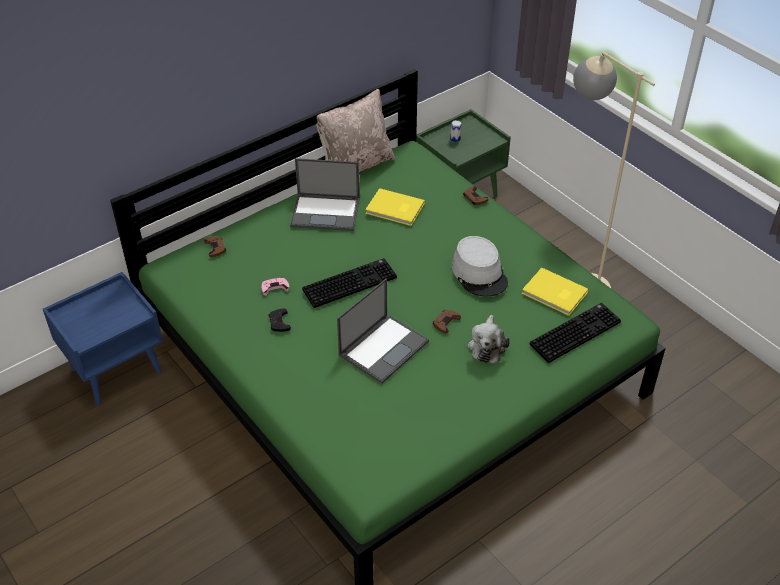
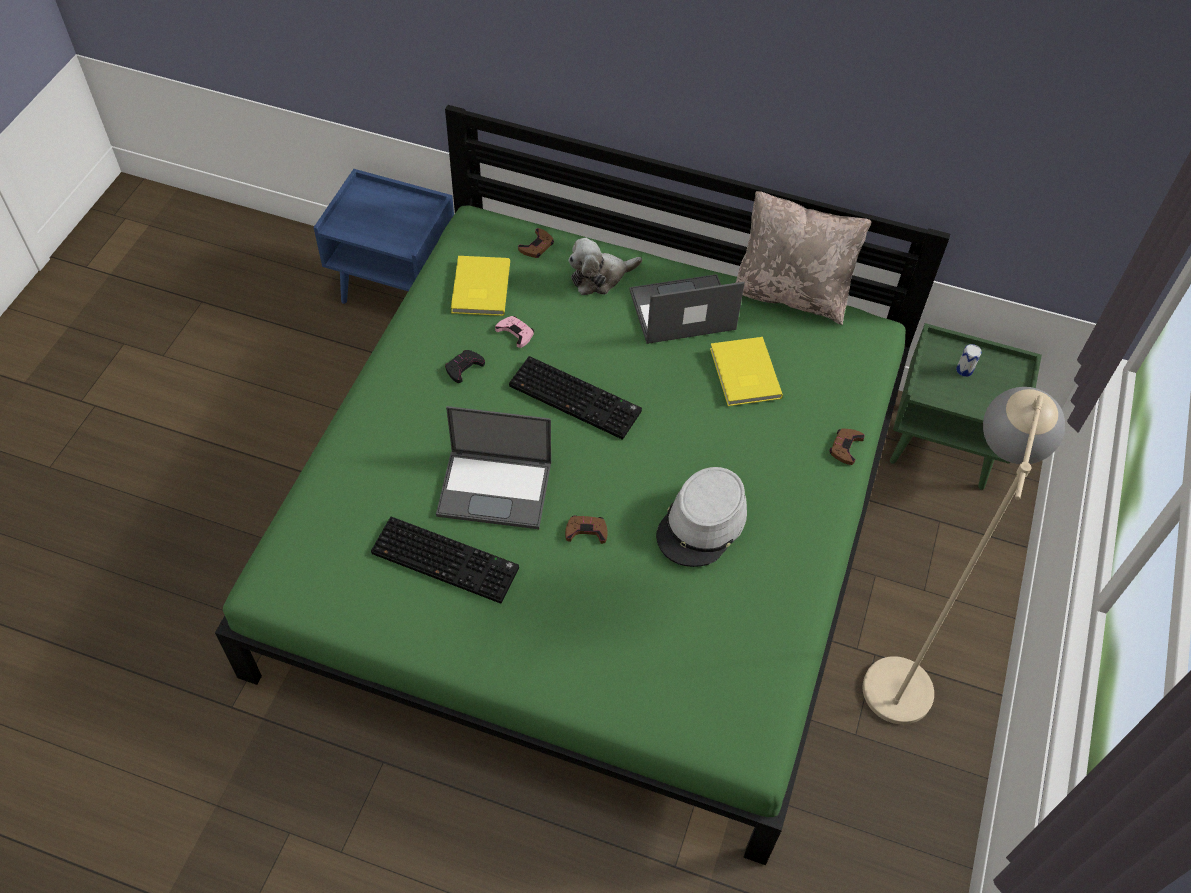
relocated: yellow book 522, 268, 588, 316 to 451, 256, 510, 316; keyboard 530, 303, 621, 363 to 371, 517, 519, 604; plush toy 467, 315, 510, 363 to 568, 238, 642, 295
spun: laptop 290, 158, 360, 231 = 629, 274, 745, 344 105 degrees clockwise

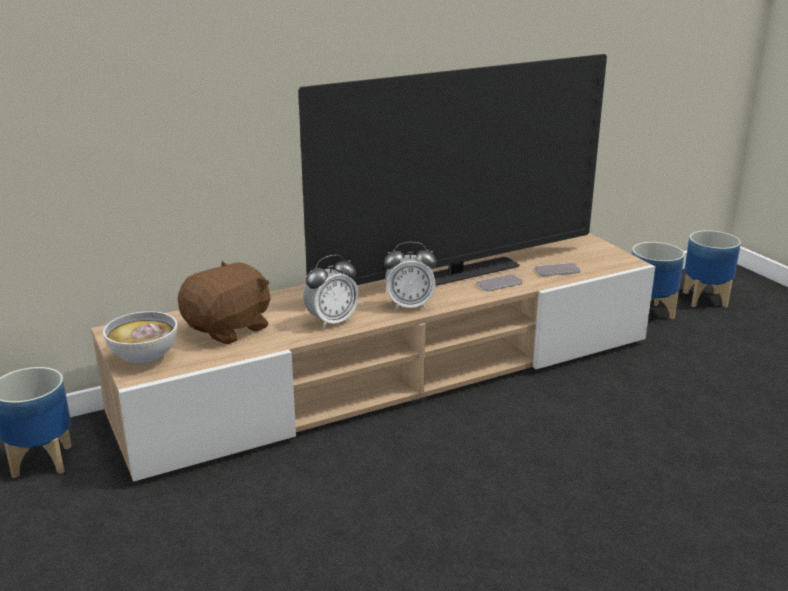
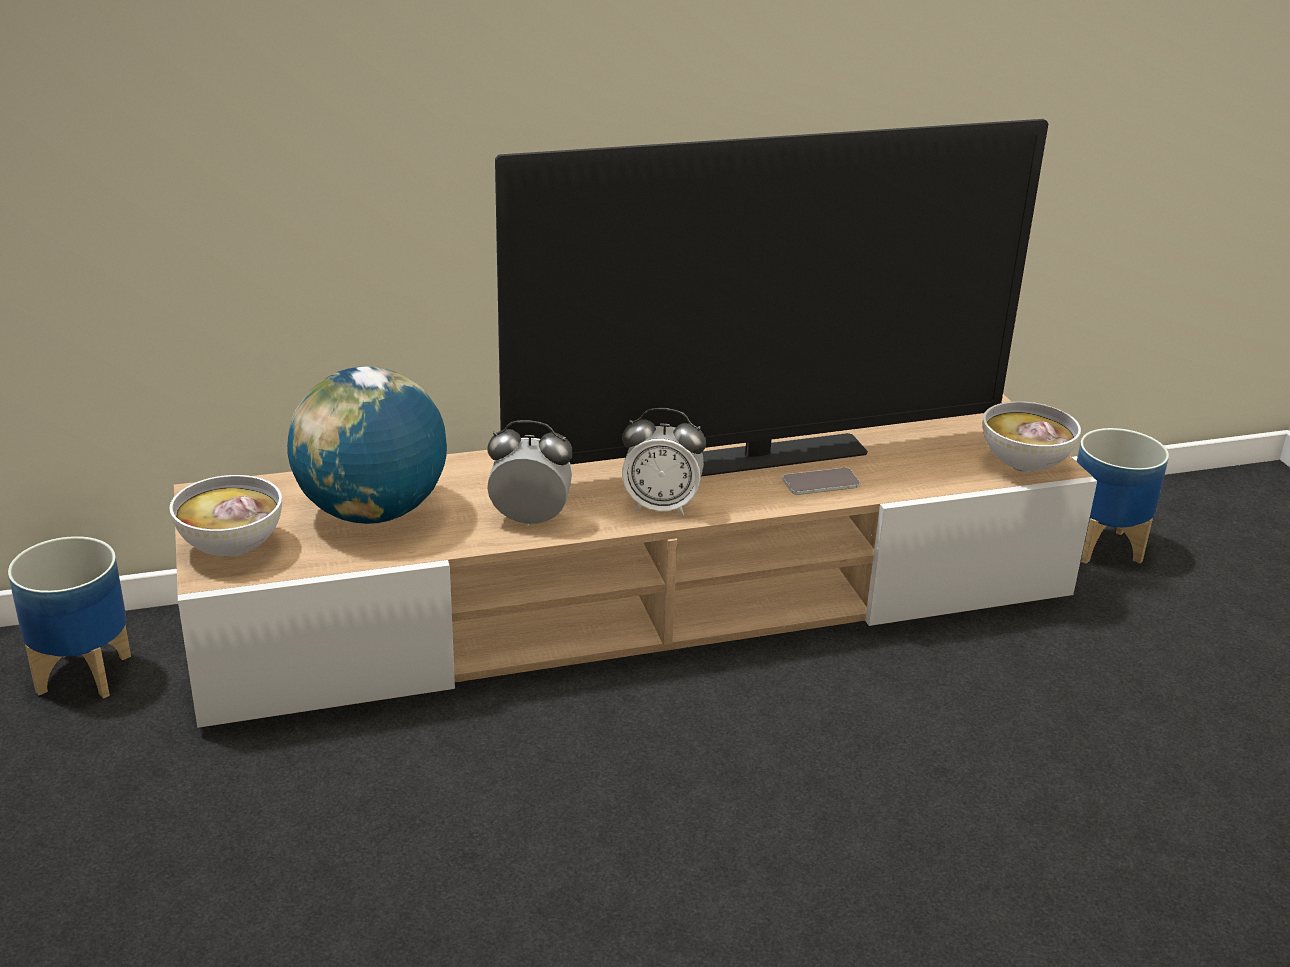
missing: planter 683, 230, 741, 308; phone 534, 263, 581, 276
appeared: bowl 983, 401, 1081, 472
exchanged: brown plush toy 178, 261, 271, 344 to globe 287, 366, 447, 524
spun: alarm clock 303, 255, 359, 329 = 487, 420, 573, 526 150 degrees counterclockwise

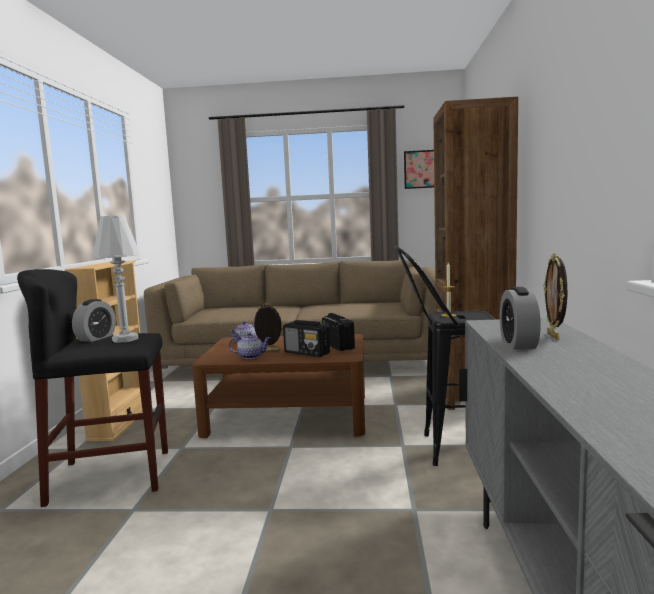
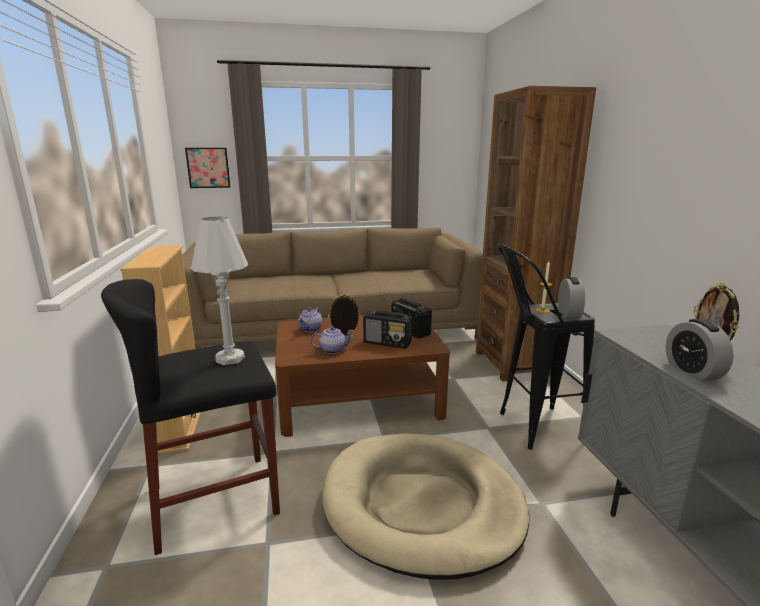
appeared: beige dog bed 322, 433, 529, 580
relocated: picture 404, 150, 434, 189 to 185, 148, 230, 188; alarm clock 72, 299, 116, 342 to 558, 277, 585, 318

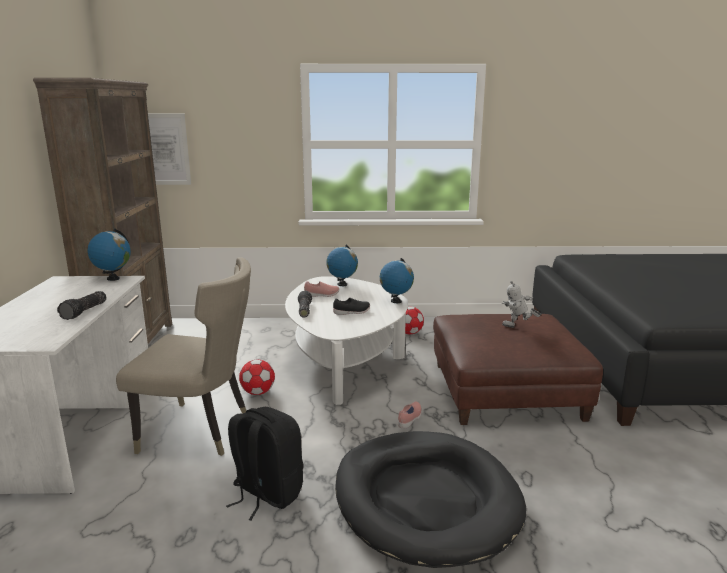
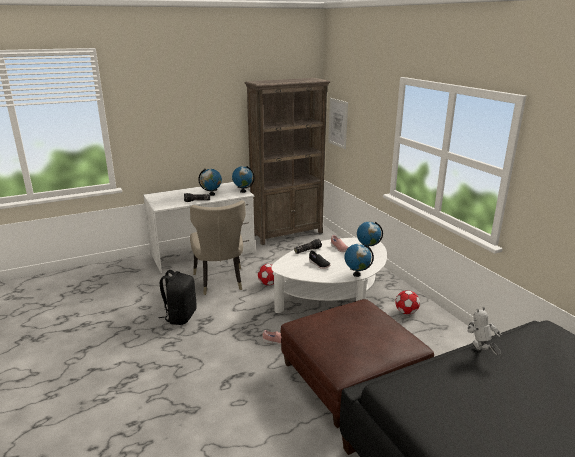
missing: black dog bed 335, 431, 526, 568
appeared: globe 198, 169, 222, 196
relocated: toy robot 502, 281, 542, 328 to 468, 307, 502, 355

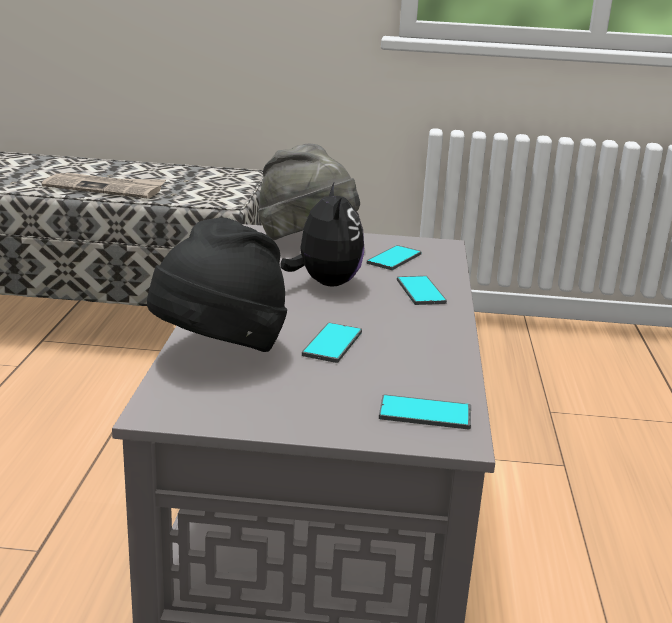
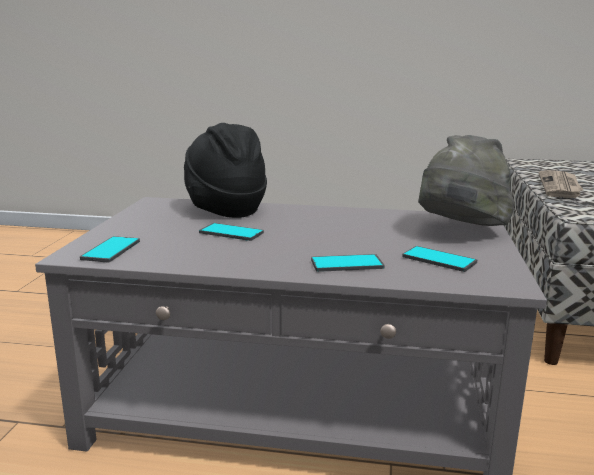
missing: plush toy 280, 181, 364, 287

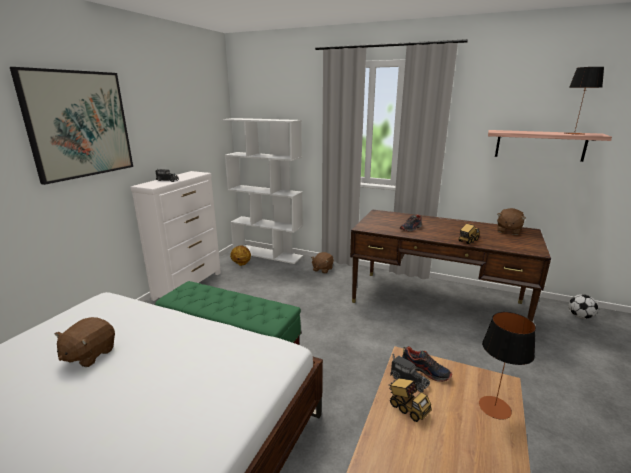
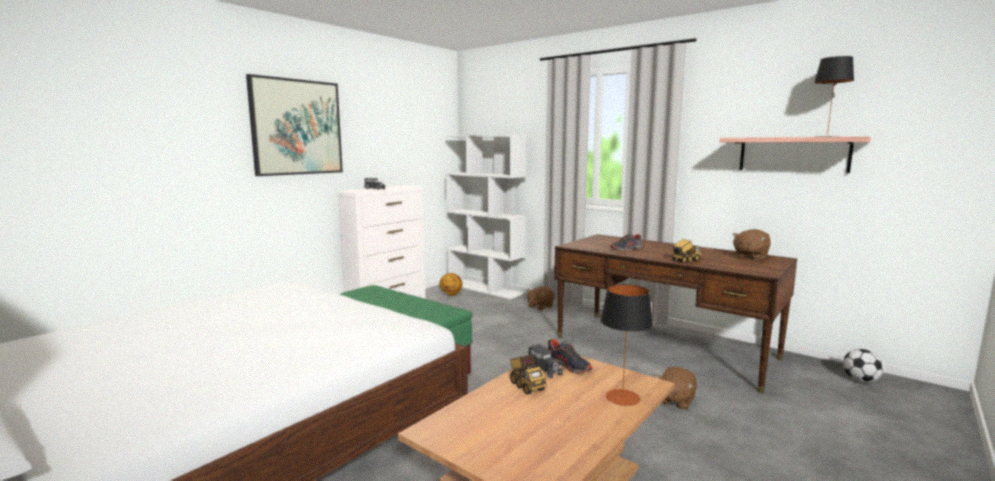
relocated: brown plush toy 54, 317, 115, 367 to 655, 367, 697, 410

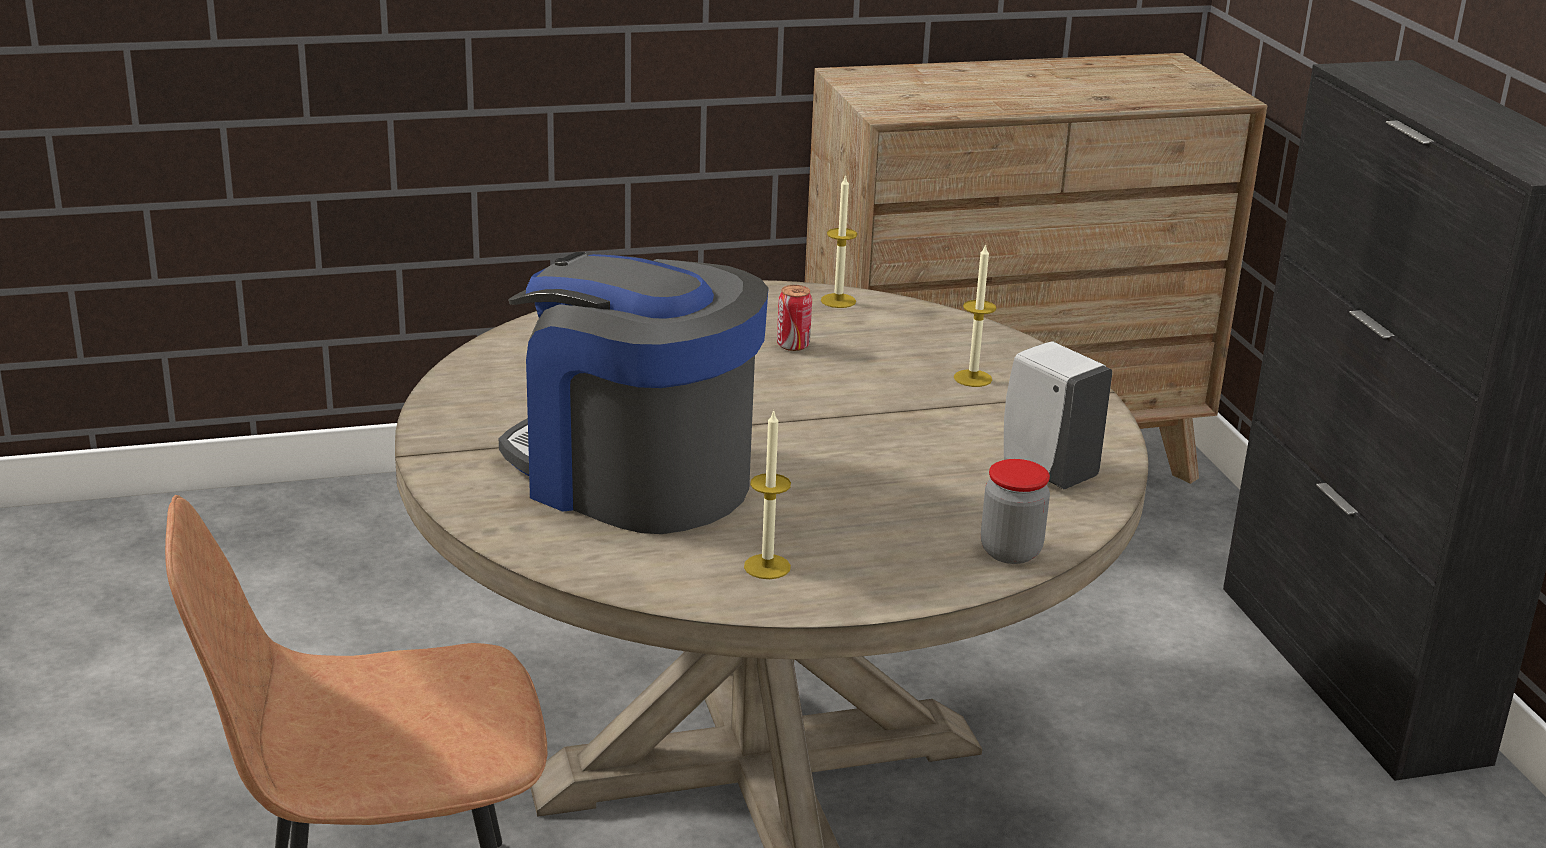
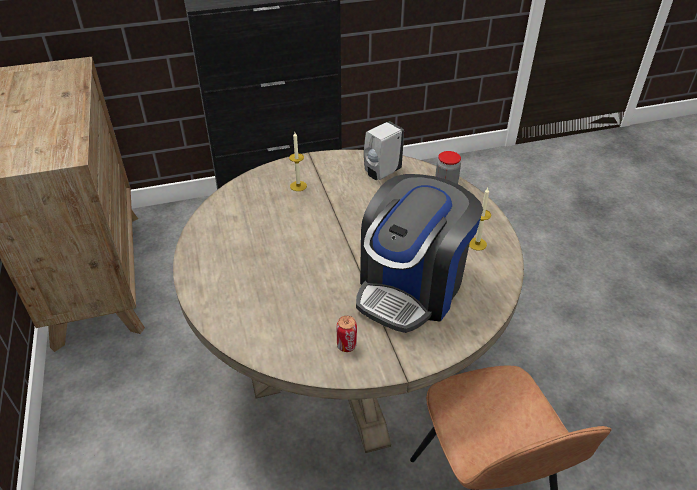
missing: candle 821, 175, 858, 308
relocated: can 777, 285, 812, 351 to 336, 316, 357, 352

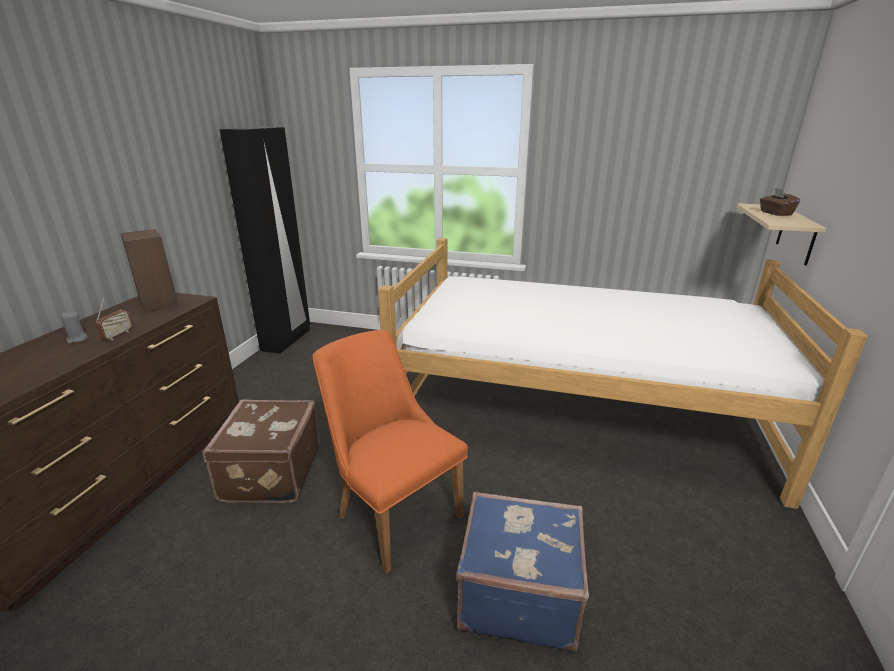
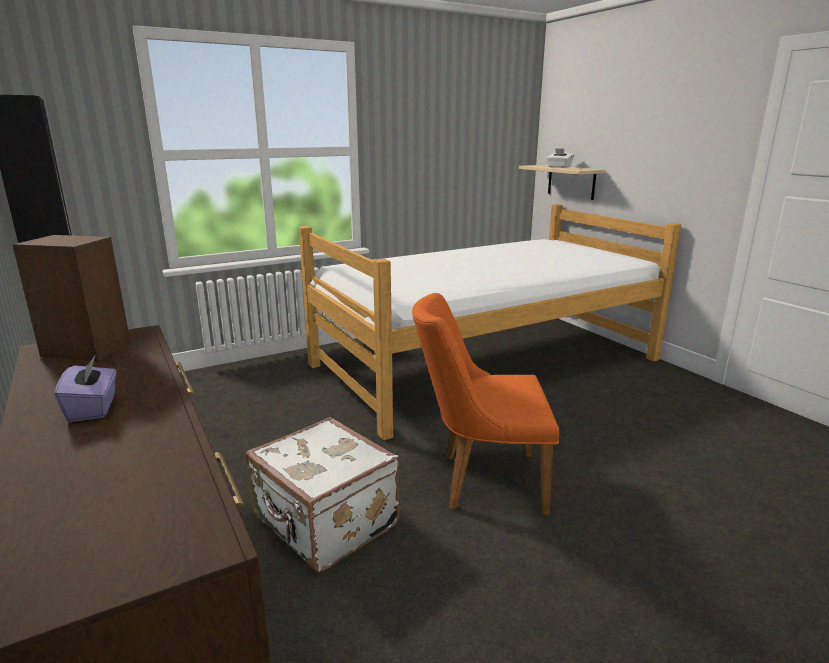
missing: radio 96, 298, 132, 340; blue suitcase 456, 491, 589, 652
exchanged: grey candle 61, 312, 88, 344 to purple tissue box 55, 356, 116, 422
colour: brown tissue box 760, 188, 800, 216 to white tissue box 547, 148, 574, 168; brown suitcase 203, 399, 320, 503 to white suitcase 246, 417, 400, 572

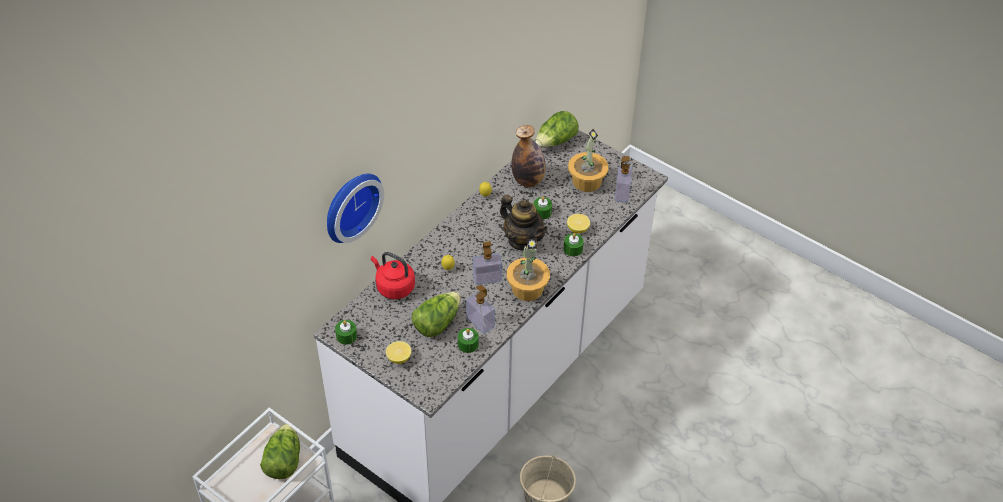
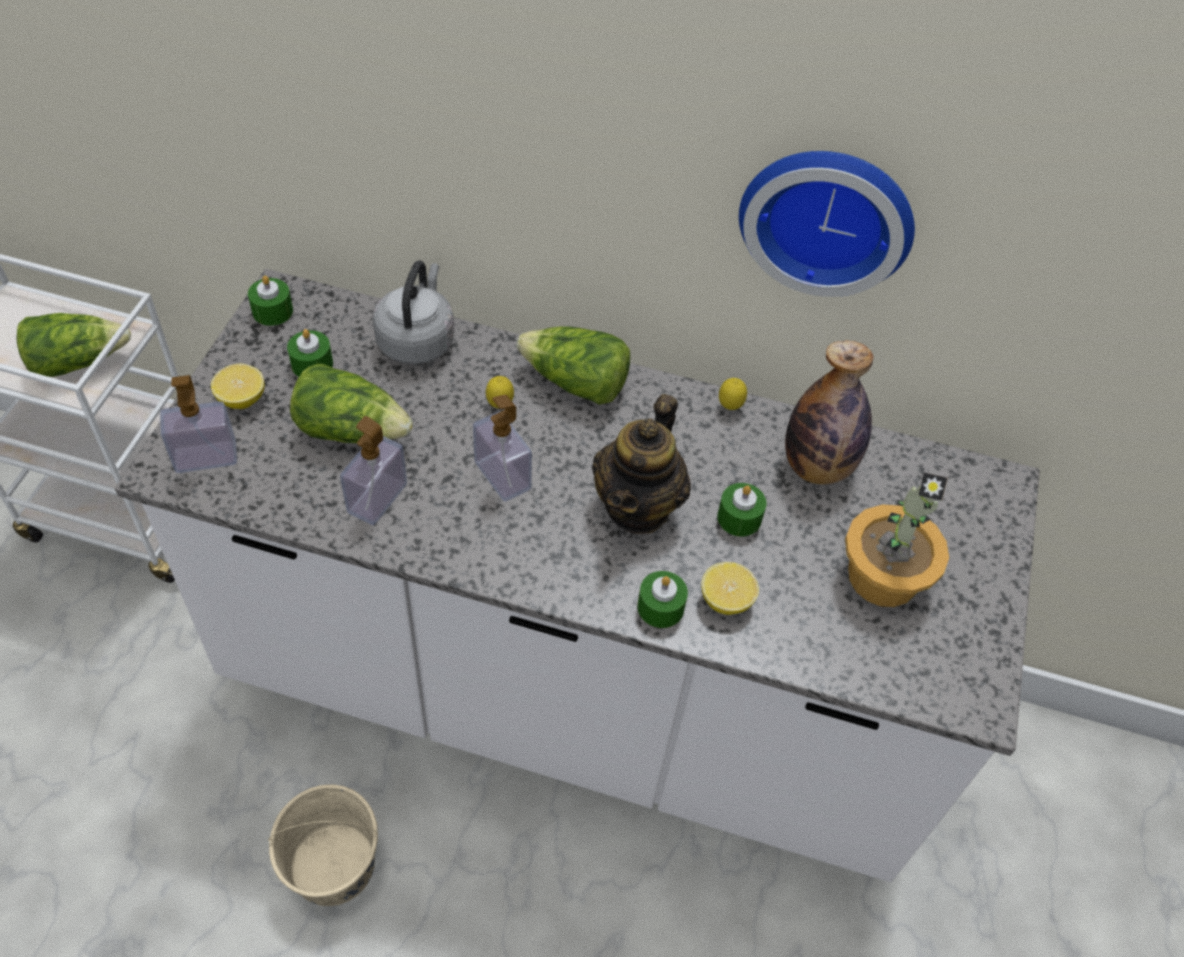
missing: potted plant 507, 238, 550, 301
relocated: lettuce 535, 111, 579, 148 to 516, 326, 630, 405; soap dispenser 615, 156, 632, 203 to 160, 375, 237, 473; wall clock 327, 174, 384, 243 to 739, 151, 915, 297; green candle 458, 328, 479, 353 to 287, 329, 333, 377
colour: red kettle 371, 252, 415, 299 to grey kettle 373, 261, 454, 364

